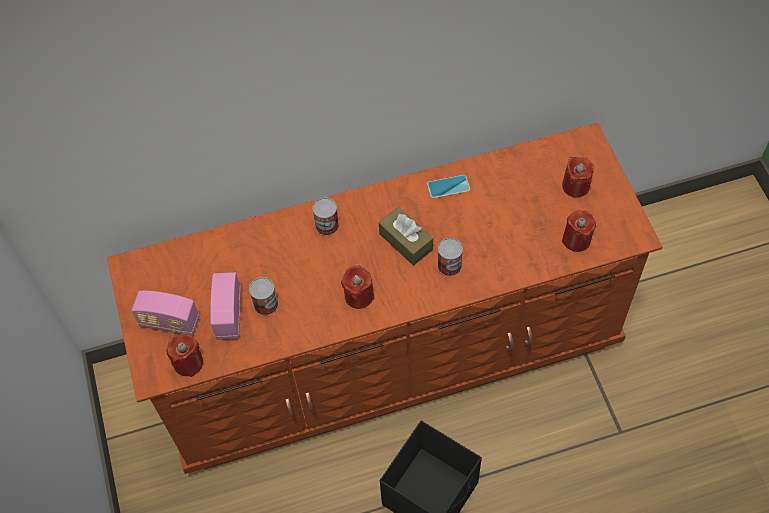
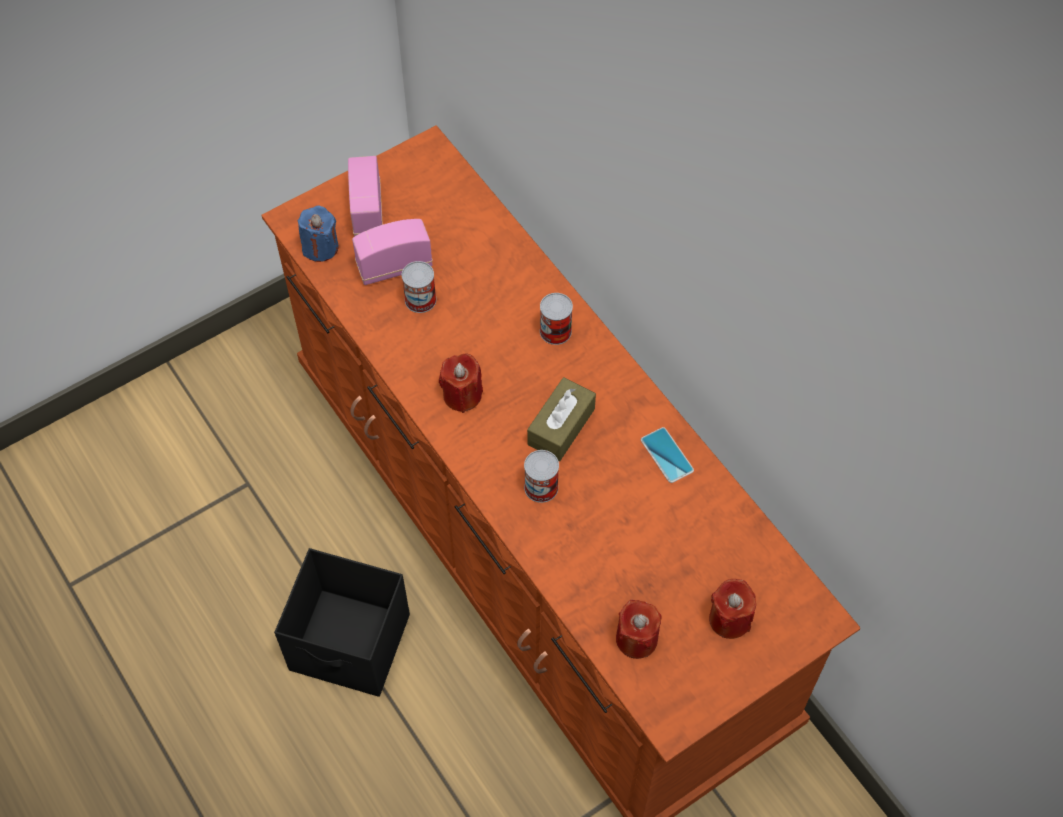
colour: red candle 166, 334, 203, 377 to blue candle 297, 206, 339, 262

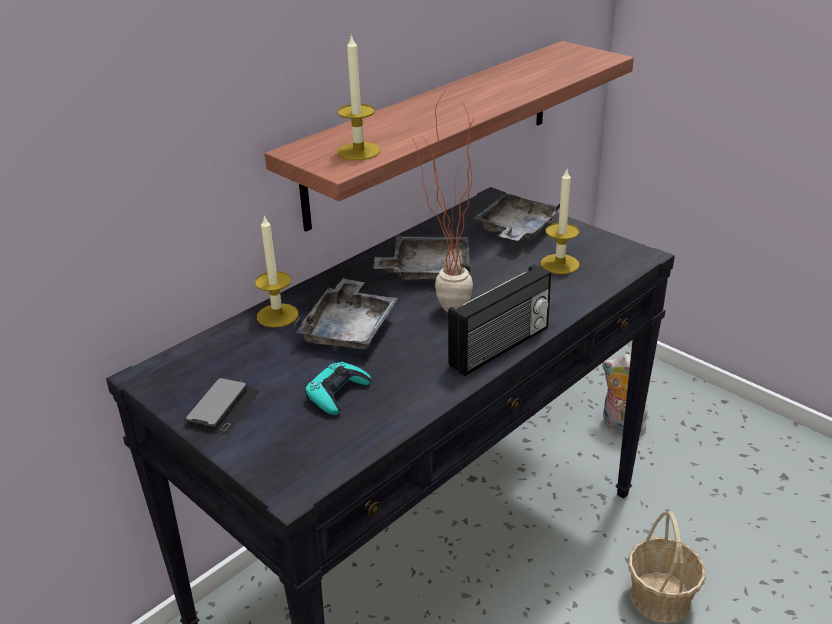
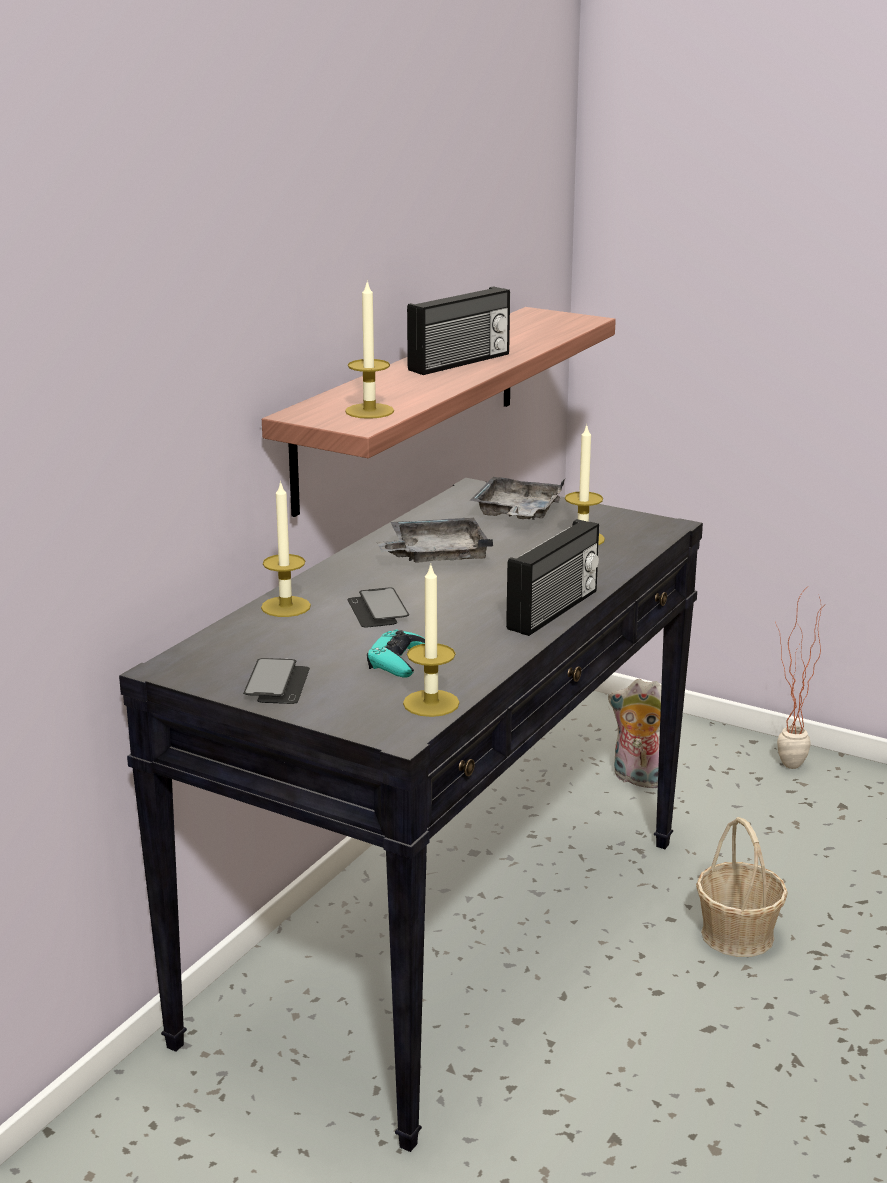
appeared: radio 407, 286, 510, 375; candle 403, 564, 460, 717
relocated: potted plant 412, 93, 474, 313 to 775, 592, 823, 769
exchanged: grey tray 294, 278, 398, 349 to phone 347, 588, 409, 628

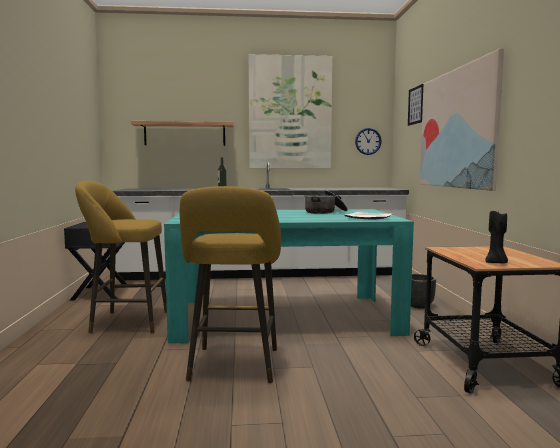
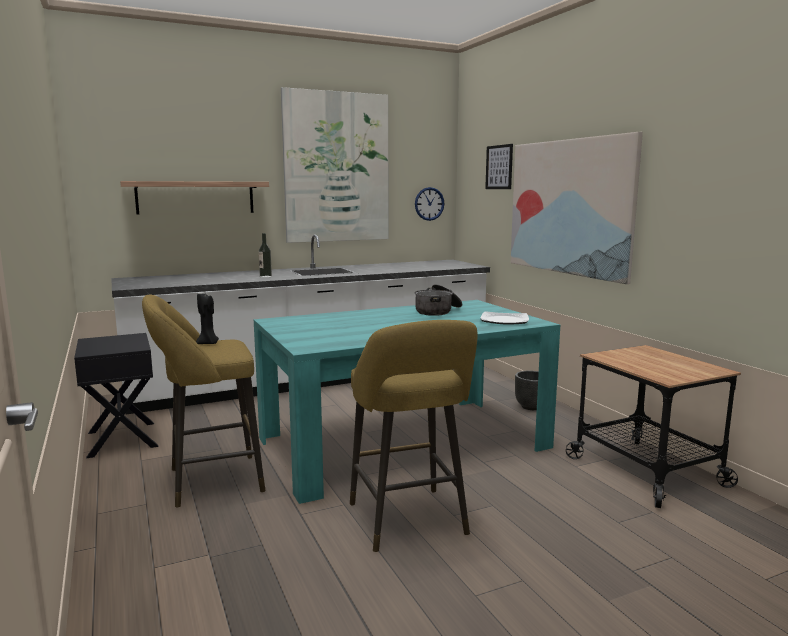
relocated: black candle 485, 211, 508, 264 to 196, 294, 219, 344

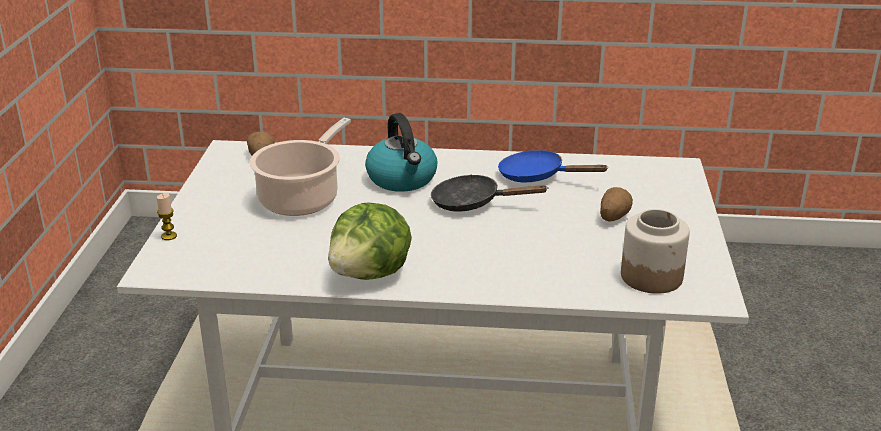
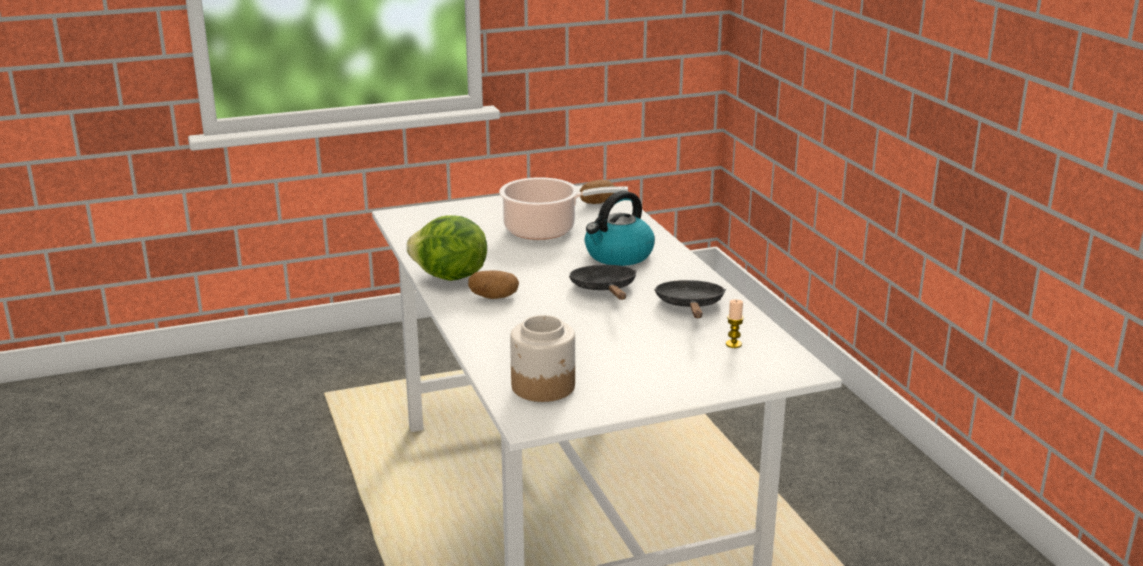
relocated: potato 600, 187, 633, 222 to 468, 270, 519, 299; candle 157, 193, 177, 240 to 726, 299, 744, 348
colour: blue frying pan 498, 150, 609, 182 to black frying pan 654, 280, 726, 318

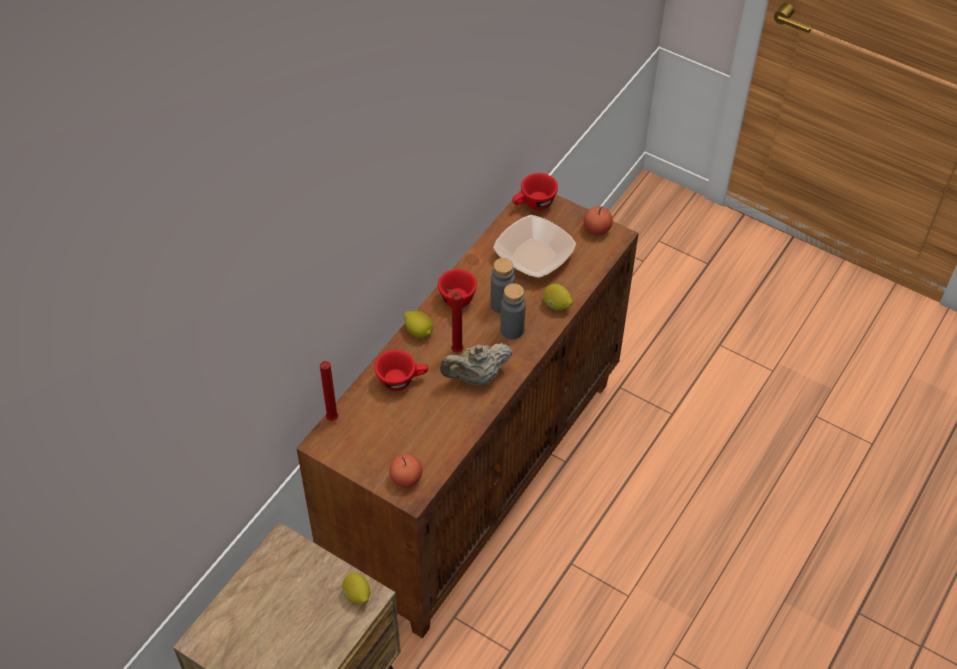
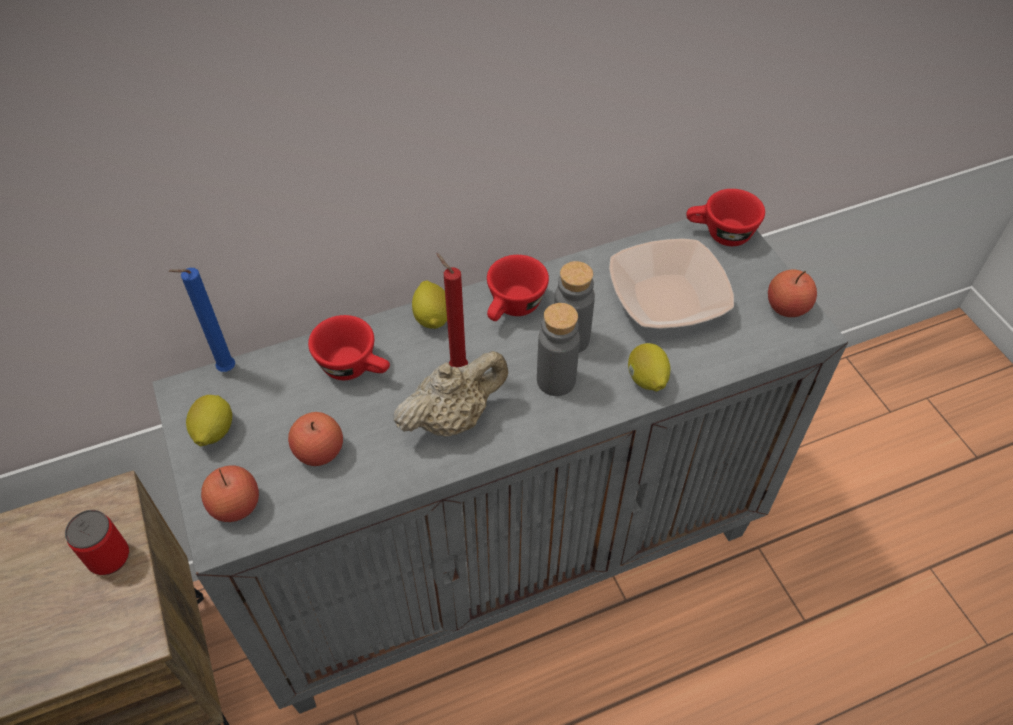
appeared: apple 288, 412, 343, 466; can 65, 510, 129, 575
relocated: lemon 342, 573, 370, 605 to 186, 395, 232, 446
colour: brown cabinet 296, 191, 639, 638 to grey cabinet 152, 219, 848, 714; red candle 320, 361, 338, 421 to blue candle 168, 268, 235, 372
spun: beige teapot 440, 343, 512, 385 = 393, 351, 508, 436 135 degrees clockwise

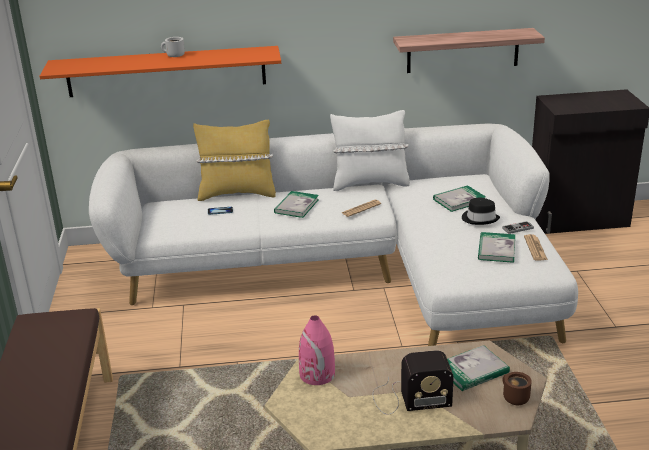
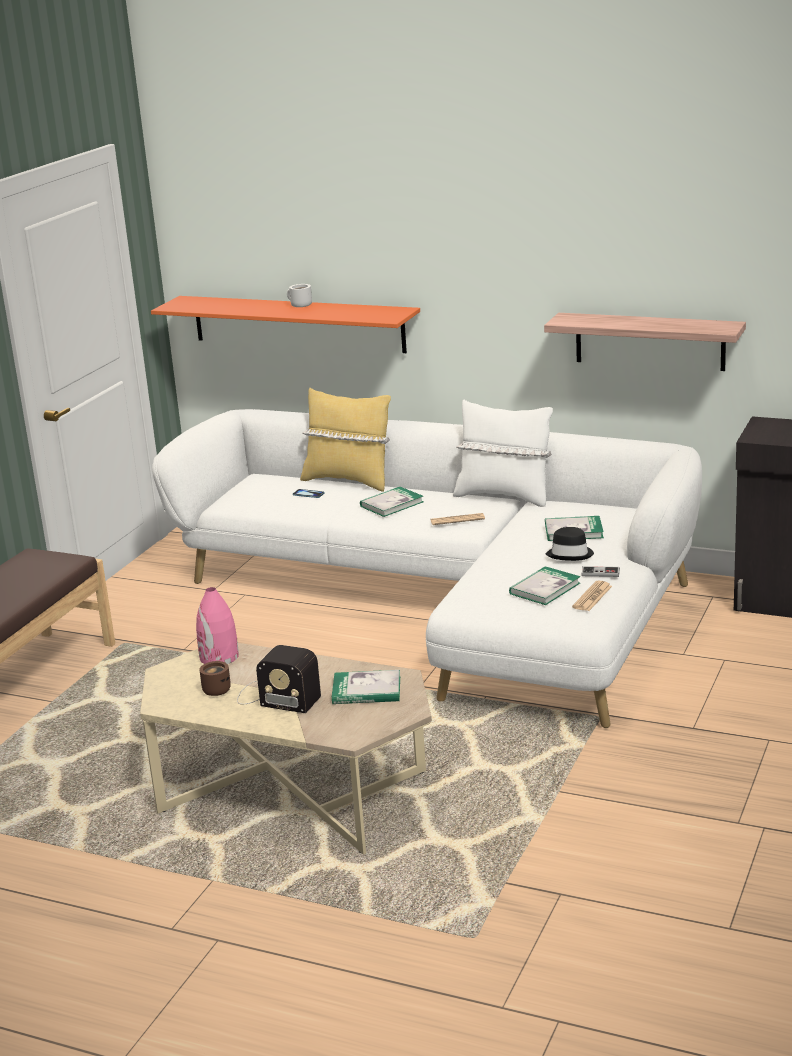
relocated: brown mug 503, 372, 532, 405 to 199, 661, 231, 696

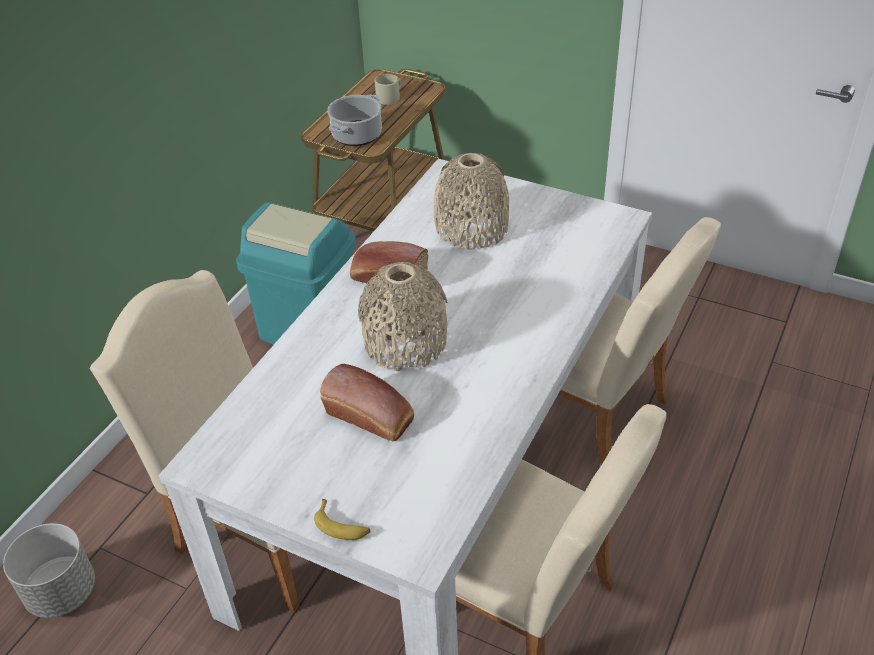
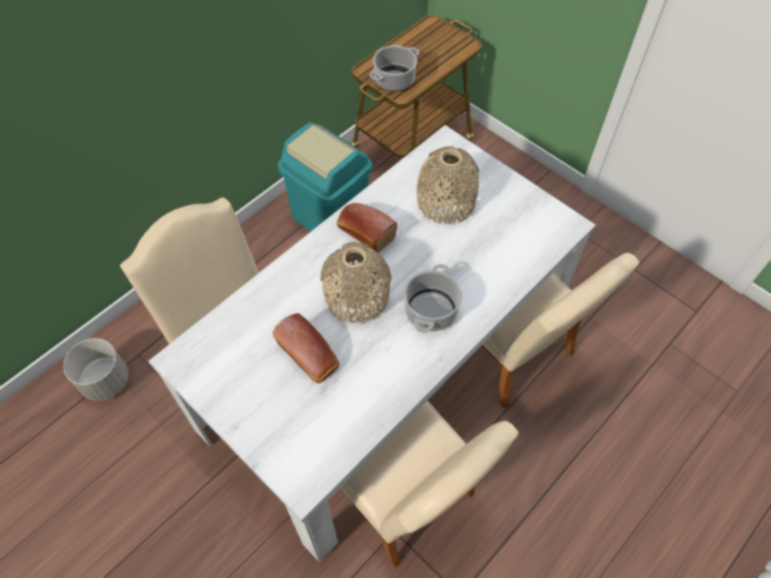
missing: beige mug 375, 74, 401, 105; banana 314, 499, 371, 540
appeared: cooking pot 404, 264, 462, 333

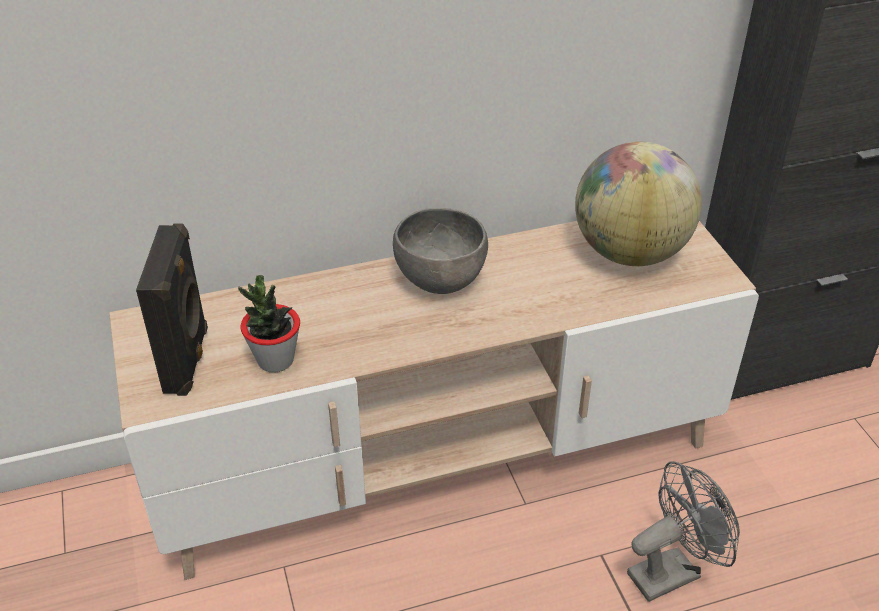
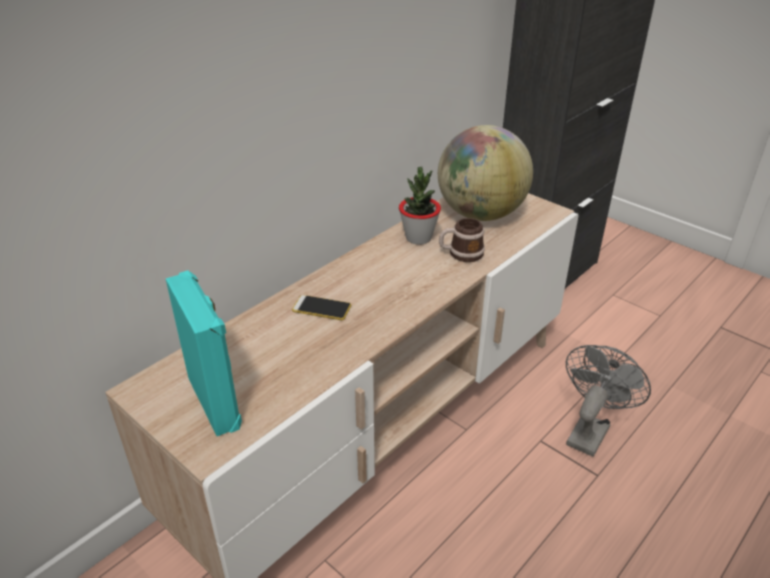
missing: grey bowl 393, 208, 488, 294
appeared: mug 439, 218, 485, 262; phone 292, 295, 351, 320
relocated: potted plant 238, 275, 300, 372 to 399, 167, 441, 245
colour: black speaker 136, 224, 208, 396 to turquoise speaker 166, 270, 242, 436

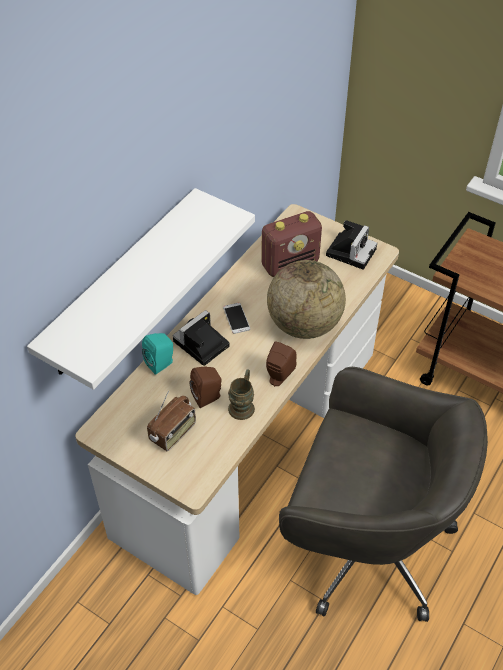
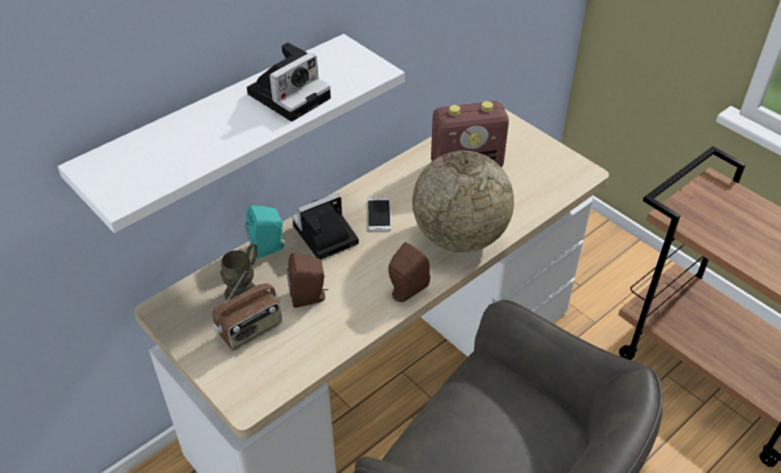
relocated: photo camera 326, 220, 377, 270 to 247, 42, 331, 122; brown mug 228, 369, 255, 420 to 220, 243, 257, 301

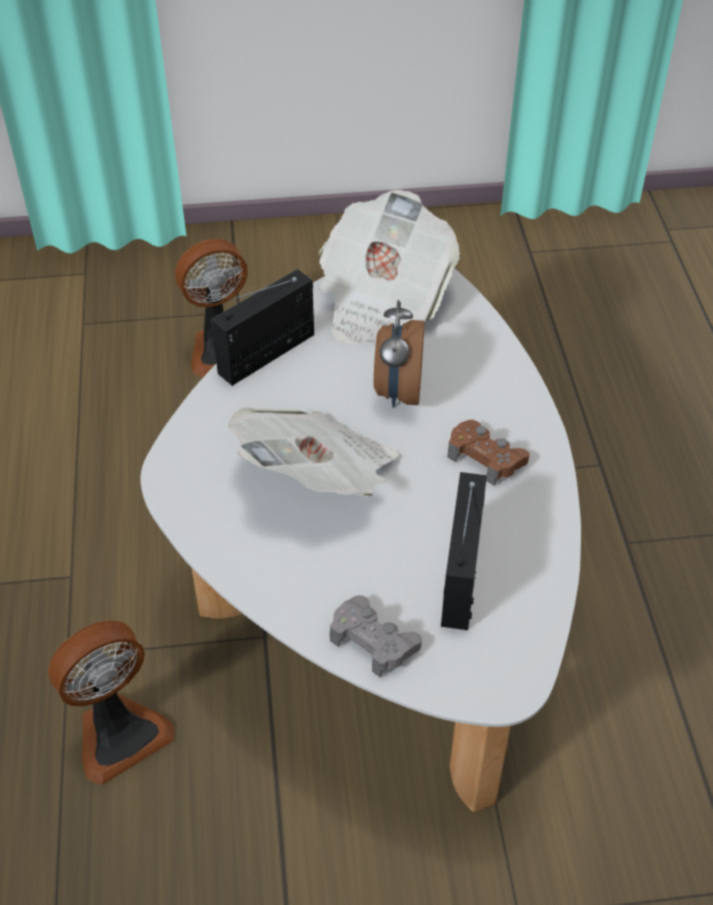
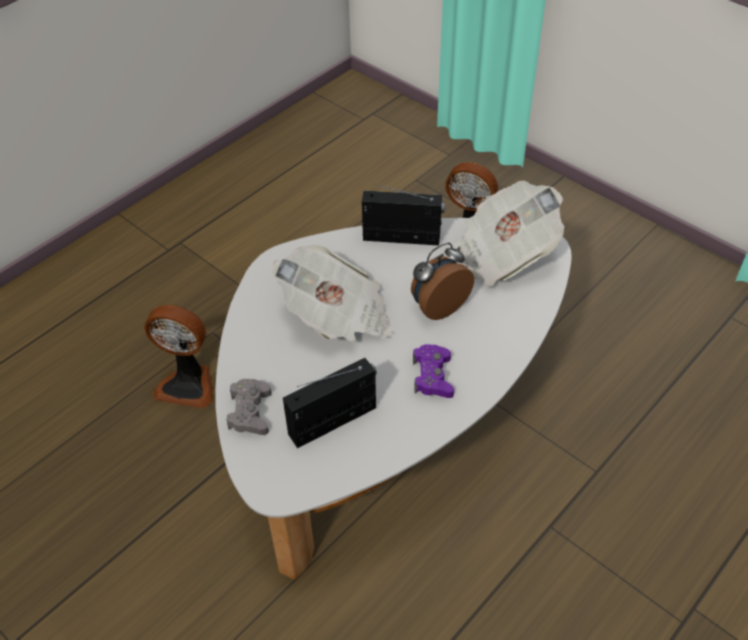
colour: brown game controller 448, 420, 530, 486 to purple game controller 413, 344, 454, 398

